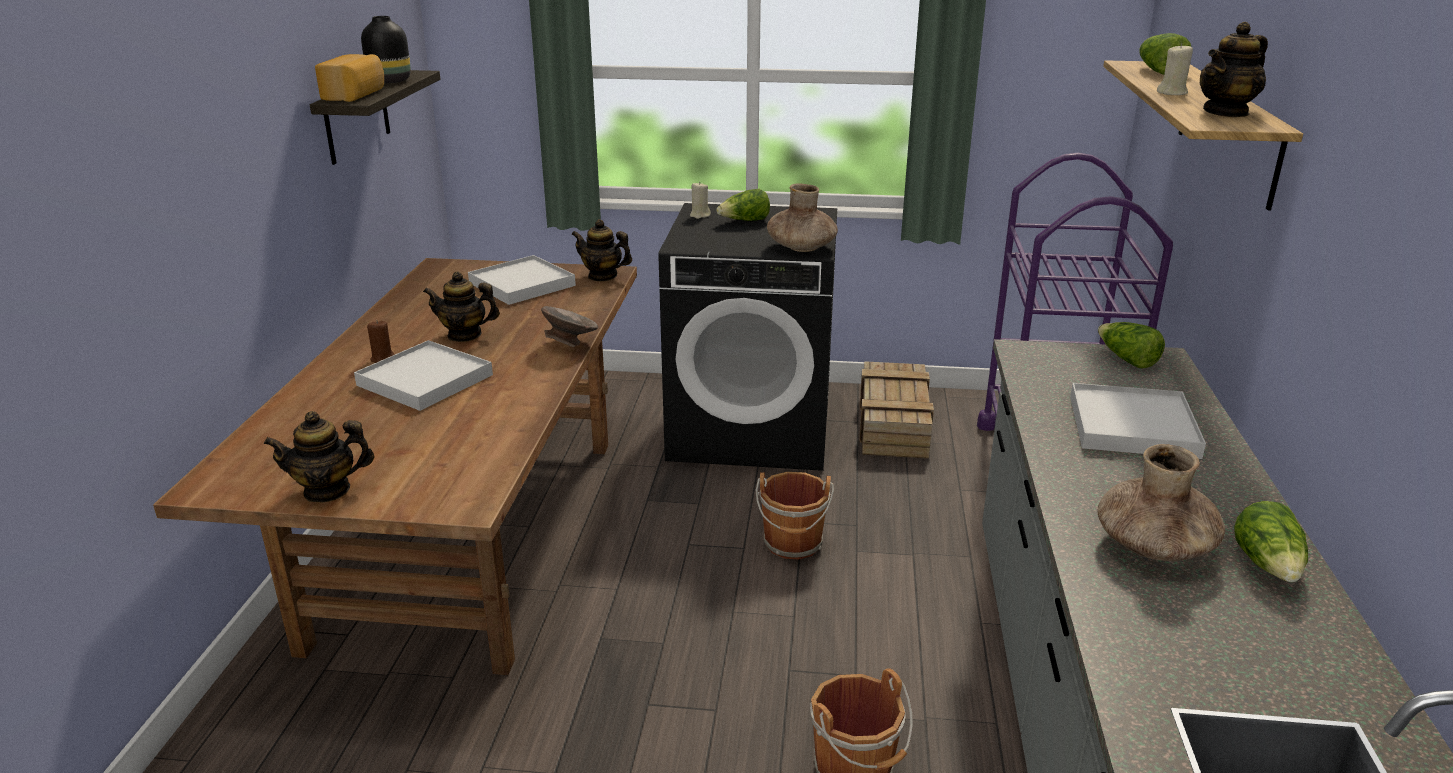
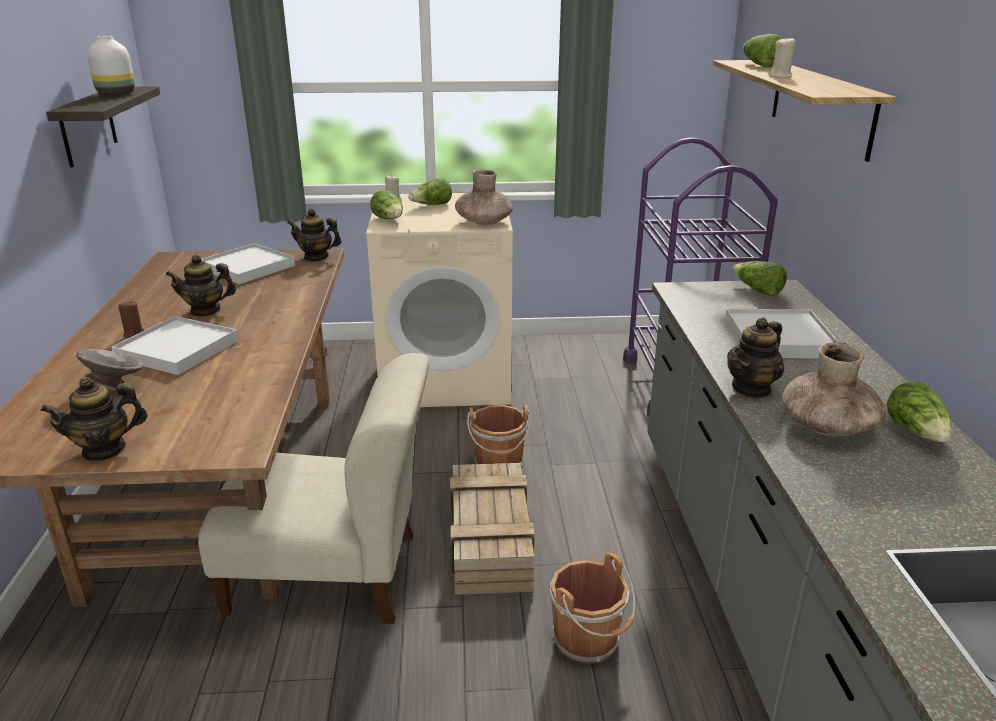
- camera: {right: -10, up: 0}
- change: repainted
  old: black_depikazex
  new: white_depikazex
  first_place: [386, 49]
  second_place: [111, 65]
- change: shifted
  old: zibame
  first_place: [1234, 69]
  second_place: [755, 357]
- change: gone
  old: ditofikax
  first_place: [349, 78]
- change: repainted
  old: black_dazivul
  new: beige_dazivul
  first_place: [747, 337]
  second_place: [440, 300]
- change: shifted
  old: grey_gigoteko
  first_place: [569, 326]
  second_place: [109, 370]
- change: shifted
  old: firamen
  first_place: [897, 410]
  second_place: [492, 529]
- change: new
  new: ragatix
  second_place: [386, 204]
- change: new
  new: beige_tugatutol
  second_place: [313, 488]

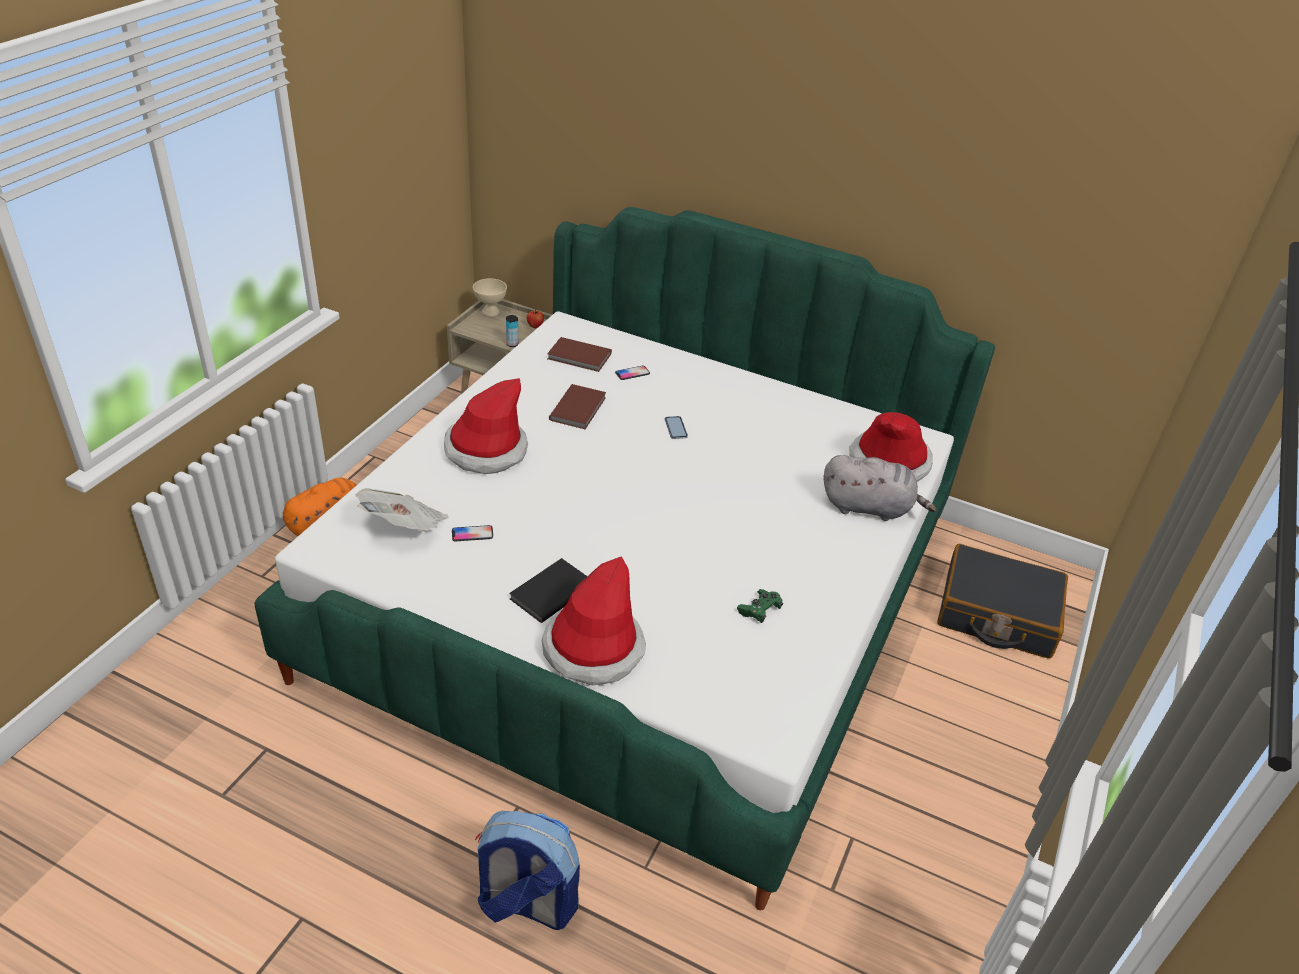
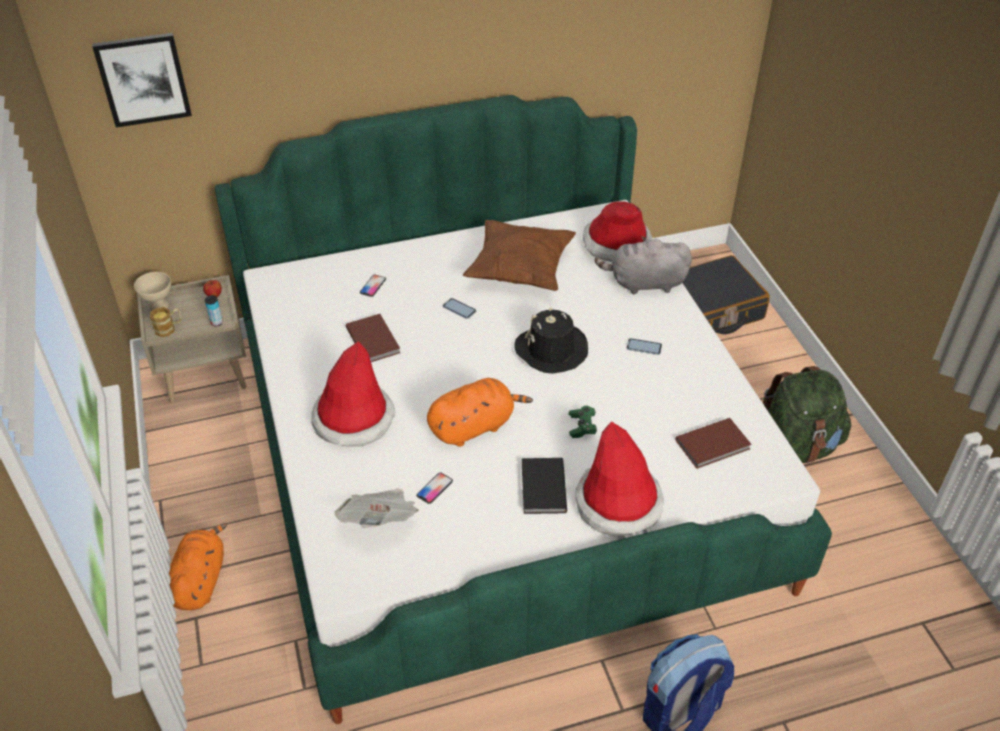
- camera: {right: -40, up: 5}
- change: shifted
  old: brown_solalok
  first_place: [579, 354]
  second_place: [714, 443]
- change: rotated
  old: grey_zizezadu
  first_place: [880, 488]
  second_place: [643, 265]
  degrees: -150
- change: shifted
  old: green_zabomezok
  first_place: [760, 606]
  second_place: [583, 422]
- change: new
  new: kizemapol
  second_place: [142, 80]
- change: new
  new: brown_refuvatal
  second_place: [519, 255]
- change: new
  new: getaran
  second_place: [165, 322]
- change: new
  new: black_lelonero
  second_place: [551, 340]
- change: new
  new: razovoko
  second_place: [644, 346]
- change: new
  new: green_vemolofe
  second_place: [807, 414]
- change: new
  new: orange_zizezadu
  second_place: [480, 412]

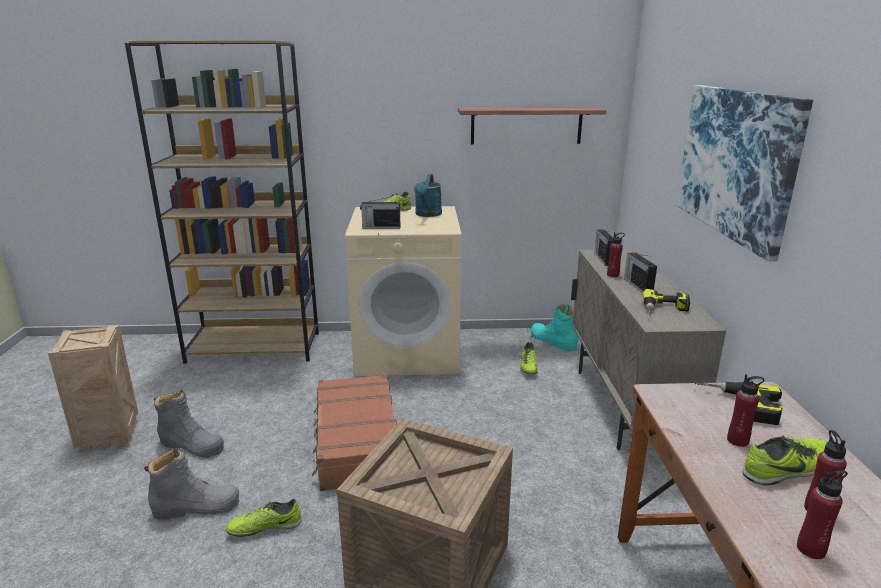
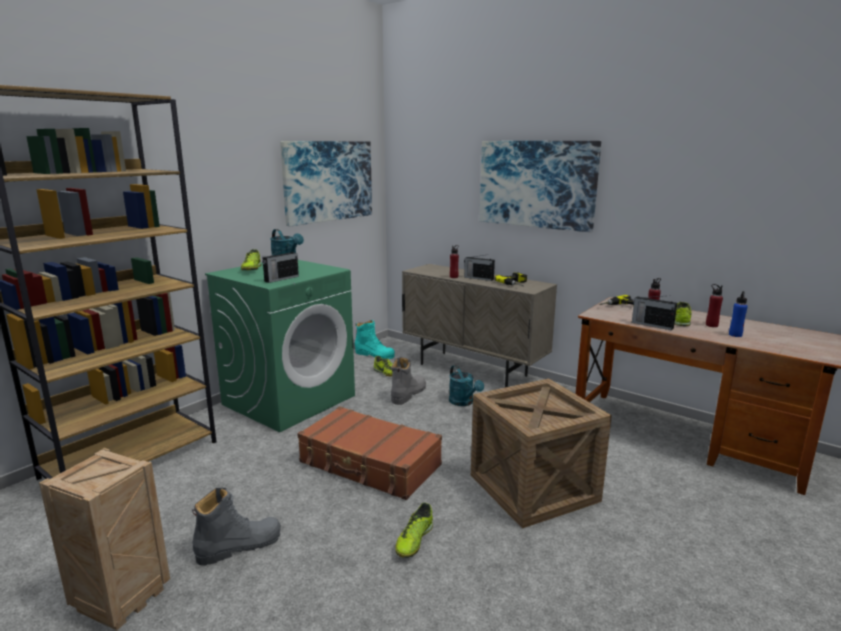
- camera: {right: -50, up: -5}
- change: swapped
  old: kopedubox
  new: kizemapol
  first_place: [532, 125]
  second_place: [326, 183]
- change: repainted
  old: beige_dazivul
  new: green_dazivul
  first_place: [403, 291]
  second_place: [280, 346]
- change: shifted
  old: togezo
  first_place: [604, 248]
  second_place: [654, 312]
- change: rotated
  old: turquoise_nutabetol
  first_place: [554, 327]
  second_place: [375, 339]
  degrees: -150
- change: shifted
  old: grey_nutabetol
  first_place: [191, 484]
  second_place: [408, 381]
- change: repainted
  old: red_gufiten
  new: blue_gufiten
  first_place: [822, 514]
  second_place: [738, 314]
- change: new
  new: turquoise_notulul
  second_place: [466, 385]

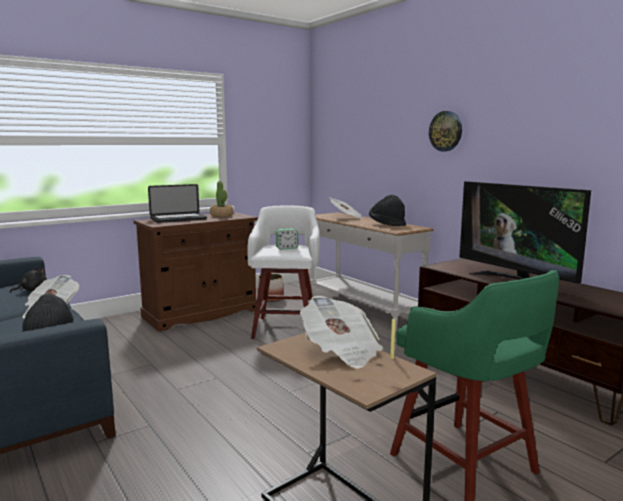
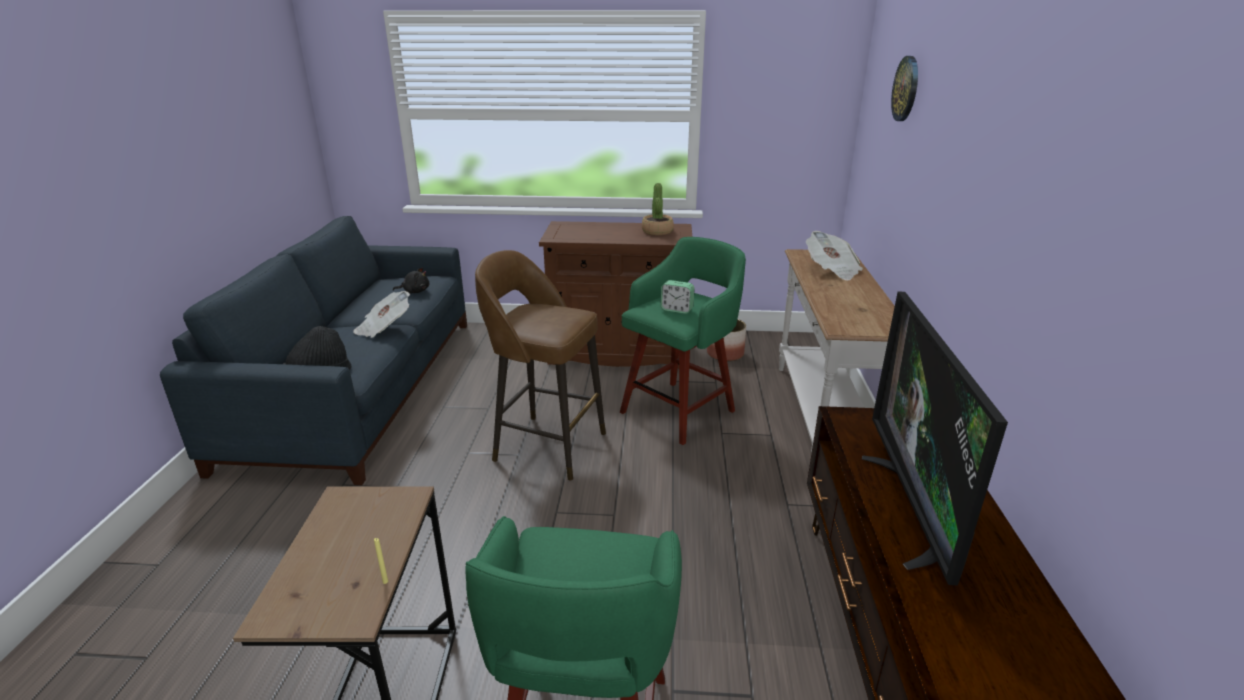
- camera: {right: 40, up: 15}
- change: shifted
  old: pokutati
  first_place: [445, 131]
  second_place: [904, 88]
- change: gone
  old: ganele
  first_place: [177, 203]
- change: gone
  old: black_lelonero
  first_place: [387, 211]
- change: repainted
  old: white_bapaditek
  new: green_bapaditek
  first_place: [283, 272]
  second_place: [683, 341]
- change: gone
  old: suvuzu
  first_place: [341, 332]
- change: new
  new: brown_bapaditek
  second_place: [540, 365]

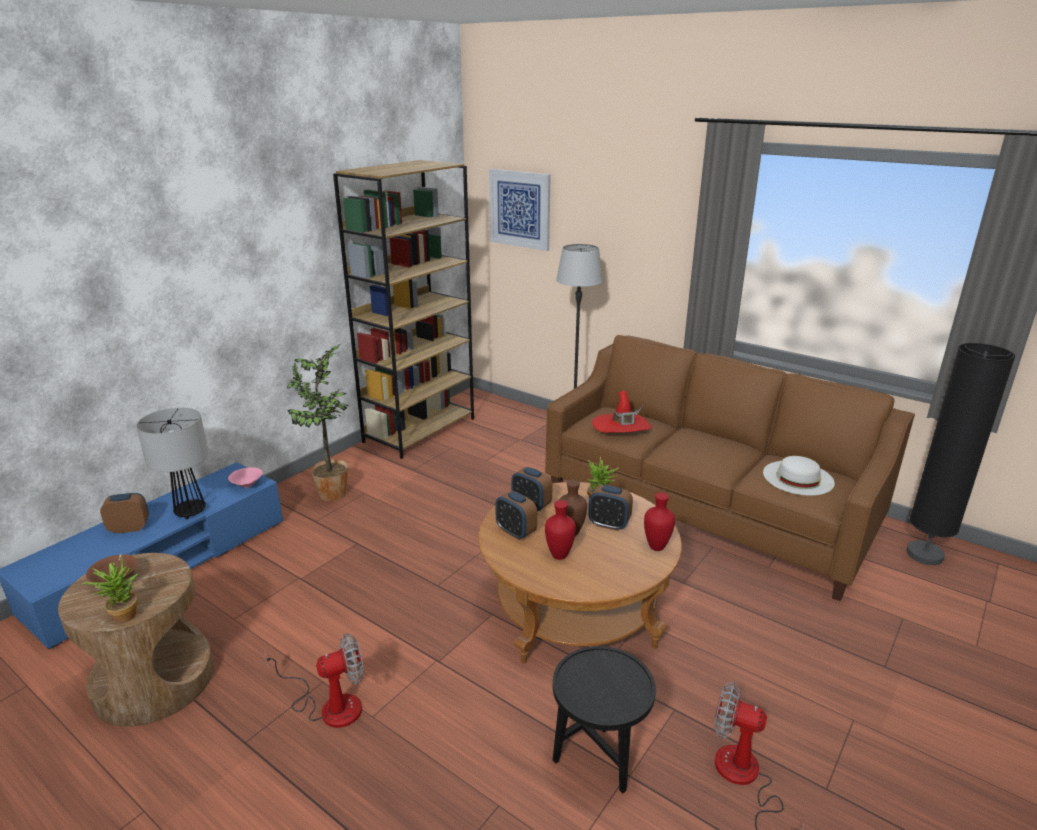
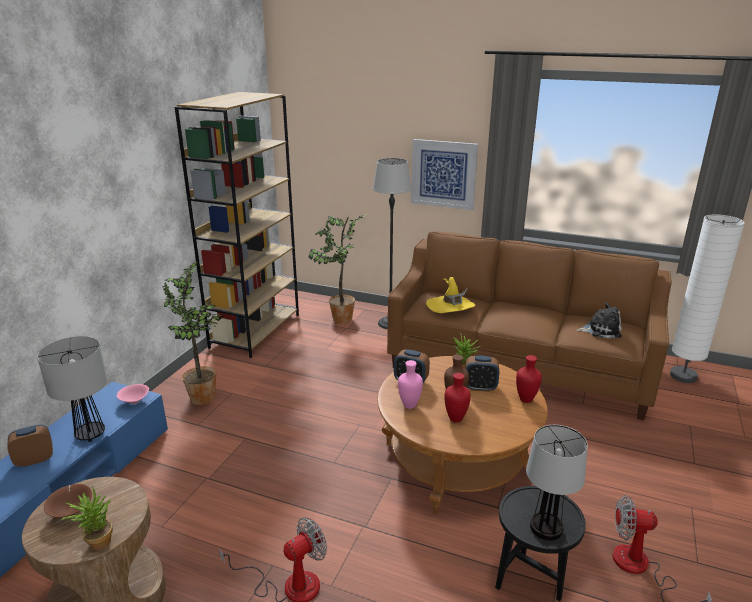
- camera: {right: -15, up: 0}
- change: shifted
  old: kizemapol
  first_place: [520, 210]
  second_place: [444, 174]
- change: repainted
  old: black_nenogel
  new: white_nenogel
  first_place: [961, 454]
  second_place: [707, 299]
- change: repainted
  old: red_lelonero
  new: yellow_lelonero
  first_place: [622, 412]
  second_place: [450, 295]
- change: swapped
  old: white_lelonero
  new: zizezadu
  first_place: [799, 476]
  second_place: [599, 320]
- change: swapped
  old: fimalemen
  new: pink_depikazex
  first_place: [516, 515]
  second_place: [410, 384]
- change: new
  new: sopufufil
  second_place: [337, 269]
- change: new
  new: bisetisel
  second_place: [557, 483]

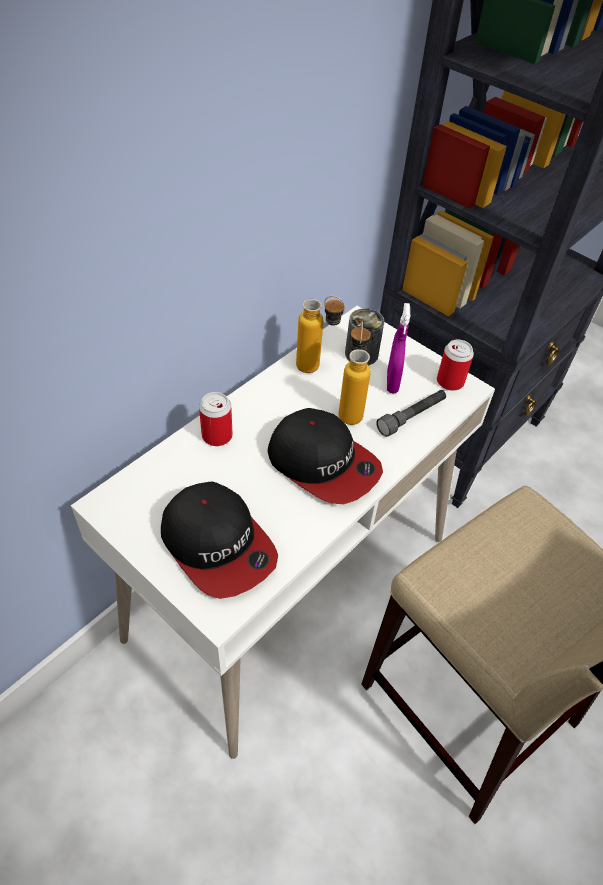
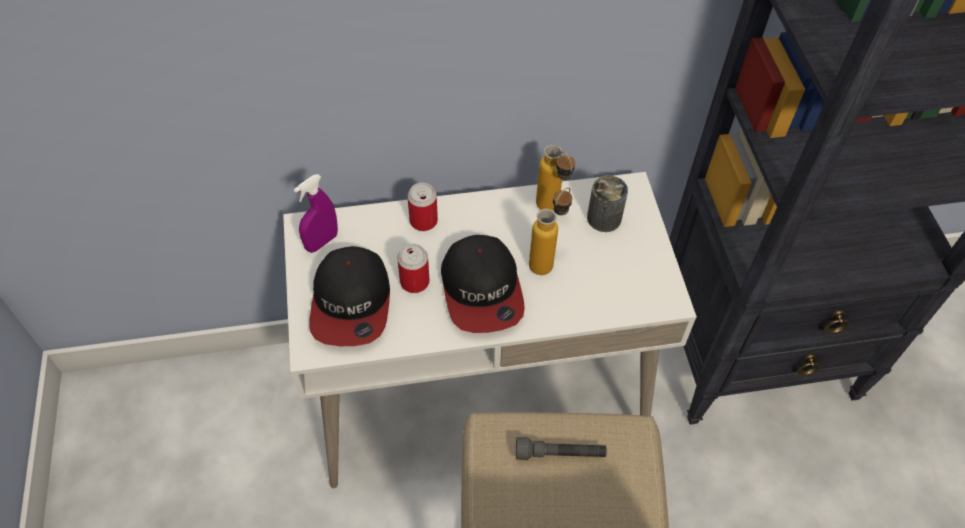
- camera: {right: 40, up: 5}
- change: shifted
  old: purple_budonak
  first_place: [398, 348]
  second_place: [316, 213]
- change: shifted
  old: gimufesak
  first_place: [455, 365]
  second_place: [413, 268]
- change: shifted
  old: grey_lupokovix
  first_place: [411, 413]
  second_place: [561, 448]

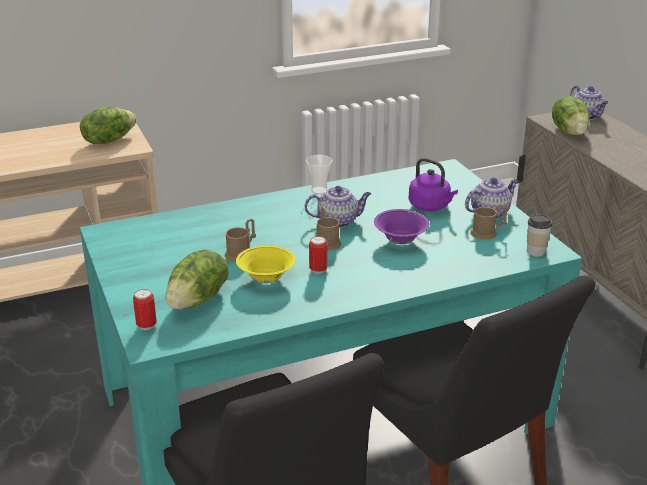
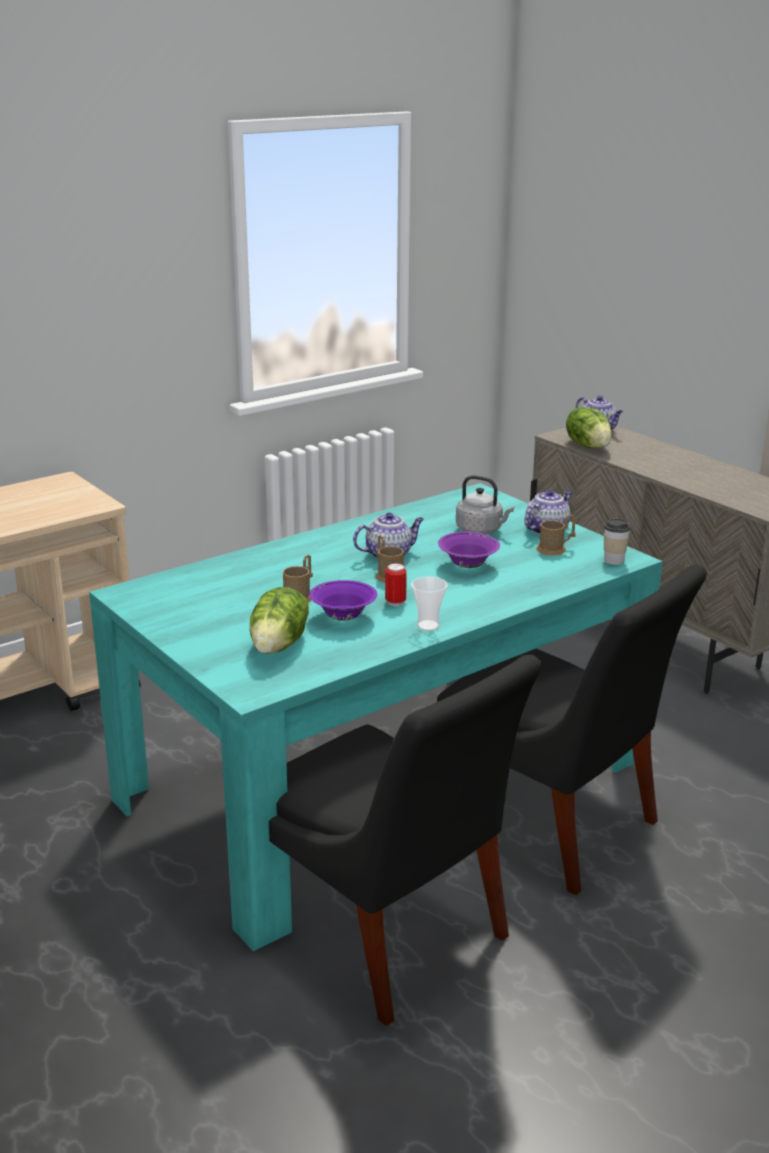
- camera: {right: -15, up: -5}
- change: gone
  old: ragatix
  first_place: [108, 125]
- change: shifted
  old: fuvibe
  first_place: [319, 174]
  second_place: [429, 604]
- change: repainted
  old: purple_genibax
  new: grey_genibax
  first_place: [433, 184]
  second_place: [485, 504]
- change: repainted
  old: yellow_gigoteko
  new: purple_gigoteko
  first_place: [266, 264]
  second_place: [343, 600]
- change: gone
  old: gimufesak
  first_place: [145, 309]

